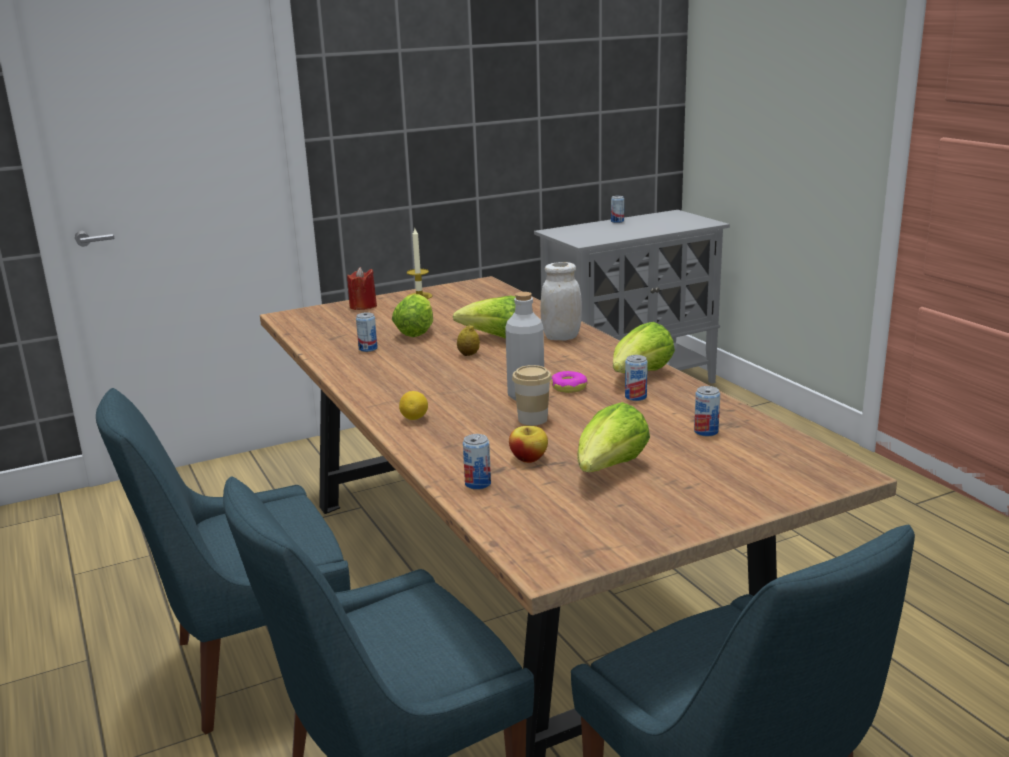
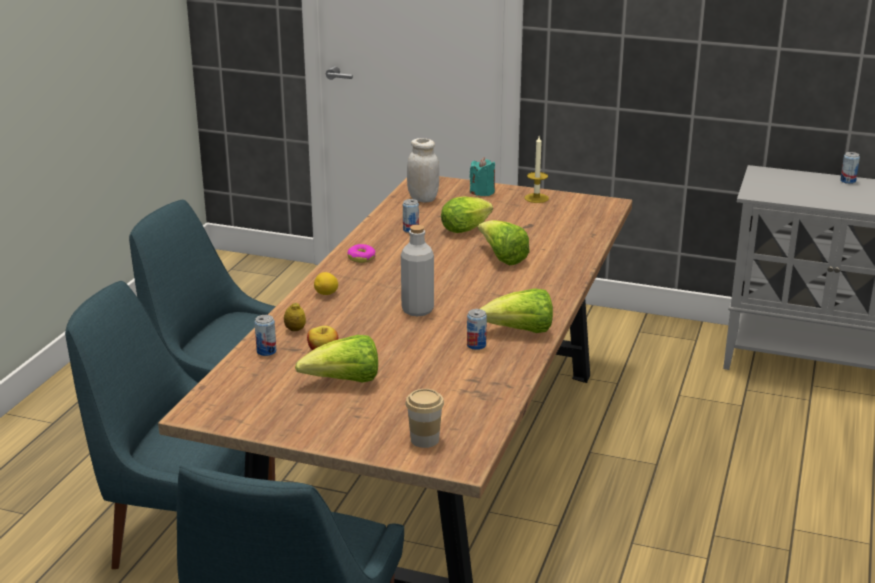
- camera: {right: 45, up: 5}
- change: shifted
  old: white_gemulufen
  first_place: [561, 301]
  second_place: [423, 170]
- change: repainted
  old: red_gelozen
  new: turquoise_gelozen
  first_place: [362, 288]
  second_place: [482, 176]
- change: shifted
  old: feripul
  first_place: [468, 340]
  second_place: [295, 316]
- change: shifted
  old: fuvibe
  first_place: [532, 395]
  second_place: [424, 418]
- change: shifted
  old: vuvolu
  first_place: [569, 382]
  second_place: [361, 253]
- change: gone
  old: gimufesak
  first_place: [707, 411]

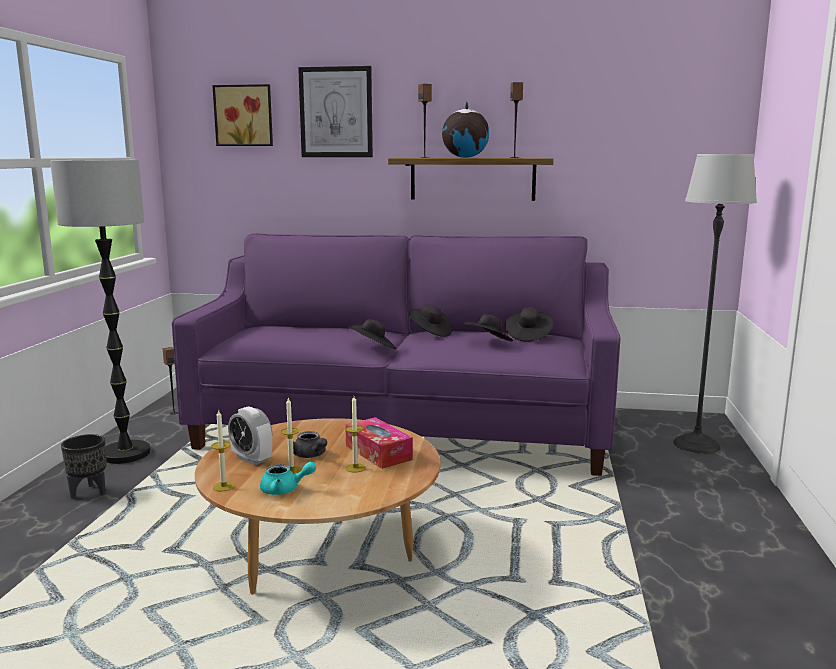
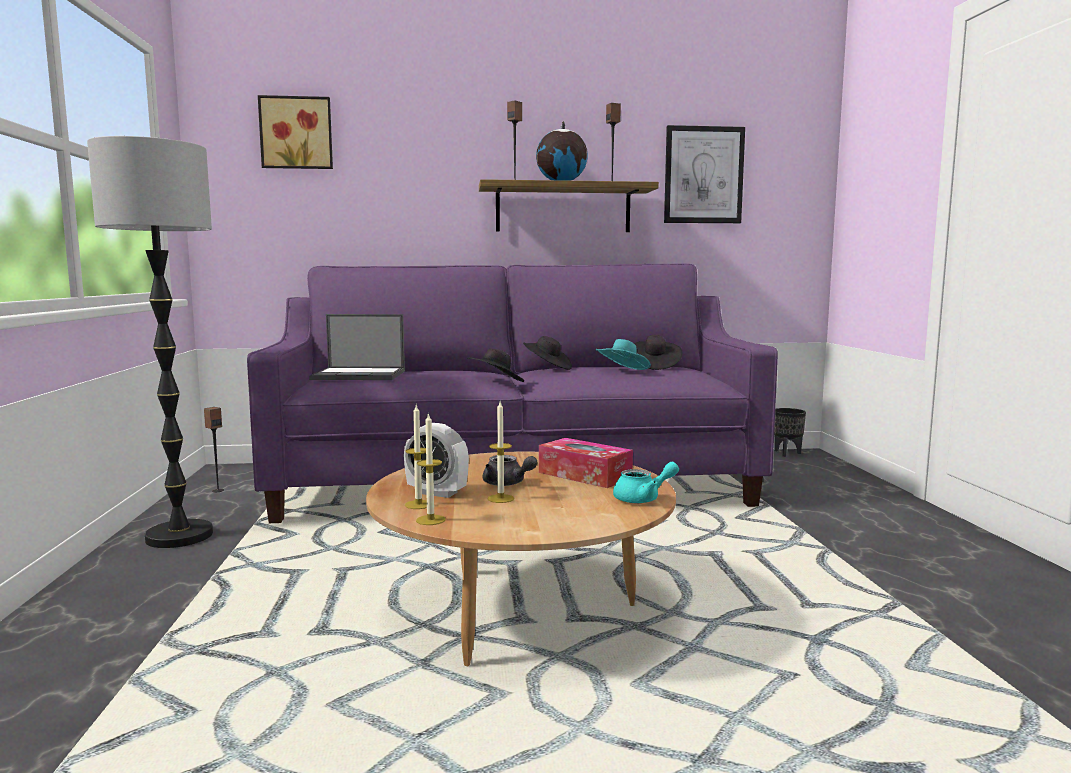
- camera: {right: -15, up: -5}
- change: shifted
  old: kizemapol
  first_place: [335, 111]
  second_place: [704, 174]
- change: gone
  old: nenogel
  first_place: [715, 304]
- change: repainted
  old: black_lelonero
  new: turquoise_lelonero
  first_place: [488, 328]
  second_place: [623, 354]
- change: shifted
  old: gelozen
  first_place: [355, 434]
  second_place: [416, 457]
- change: shifted
  old: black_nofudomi
  first_place: [84, 466]
  second_place: [790, 432]
- change: shifted
  old: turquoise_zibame
  first_place: [288, 478]
  second_place: [646, 482]
- change: new
  new: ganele
  second_place: [357, 347]

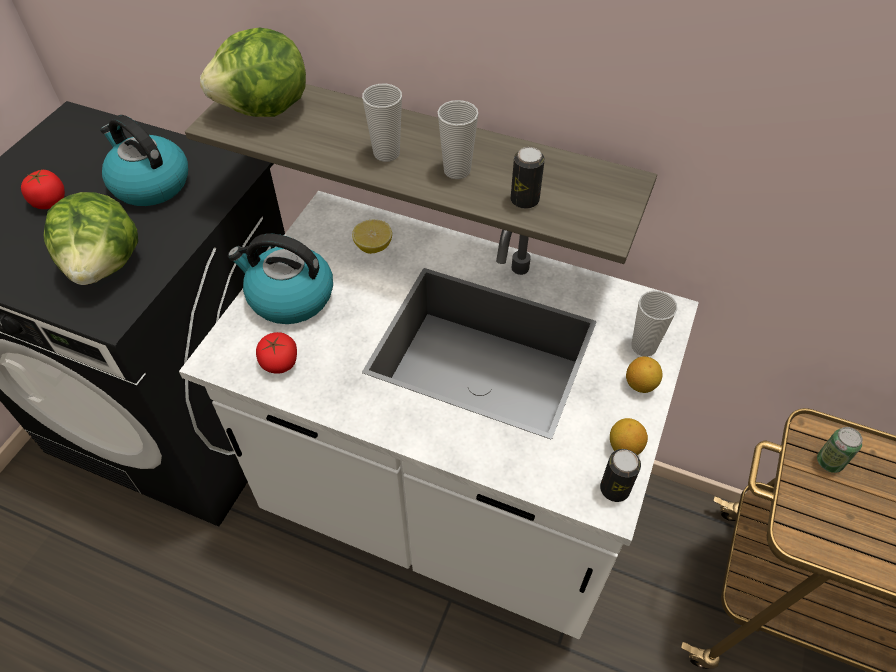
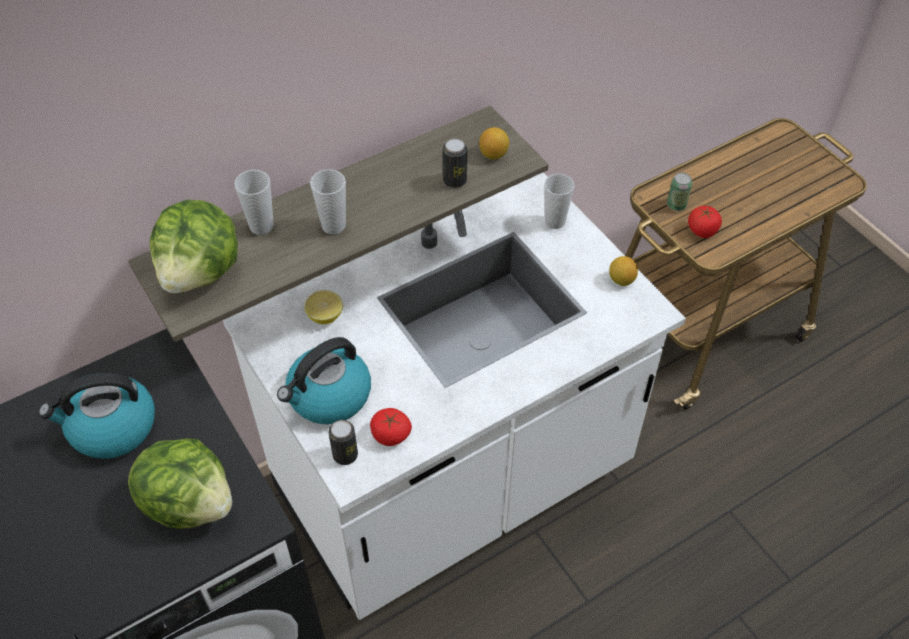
- camera: {right: -55, up: 0}
- change: shifted
  old: fuvibe
  first_place: [458, 139]
  second_place: [254, 202]
- change: shifted
  old: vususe
  first_place: [43, 189]
  second_place: [705, 222]
- change: shifted
  old: feripul
  first_place: [644, 374]
  second_place: [494, 143]
- change: shifted
  old: gimufesak
  first_place: [620, 475]
  second_place: [343, 442]

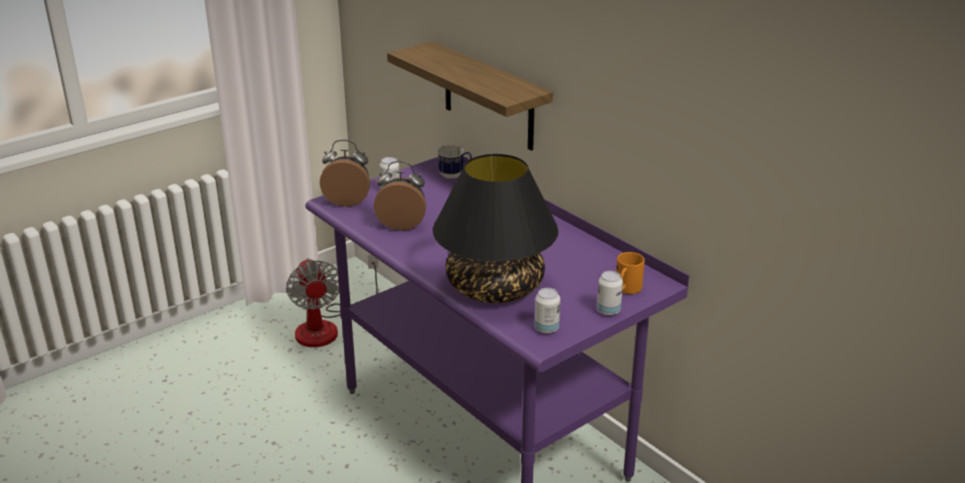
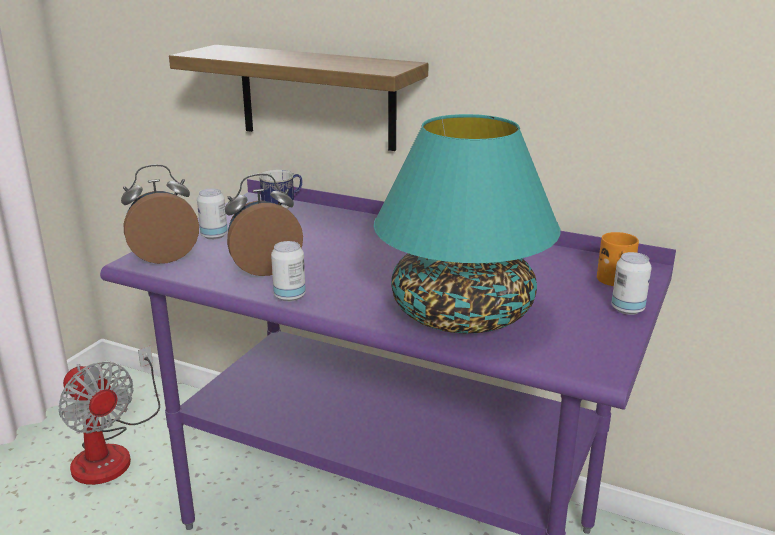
- camera: {right: -25, up: -5}
- change: repainted
  old: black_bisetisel
  new: turquoise_bisetisel
  first_place: [496, 228]
  second_place: [467, 224]
- change: shifted
  old: gimufesak
  first_place: [547, 311]
  second_place: [288, 271]

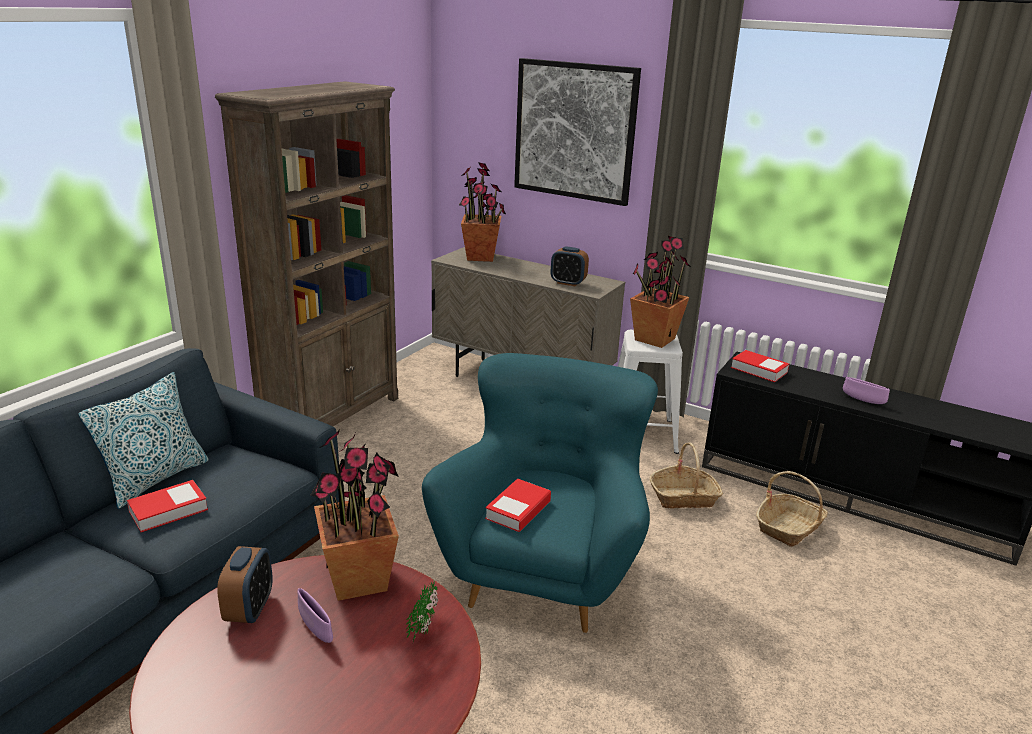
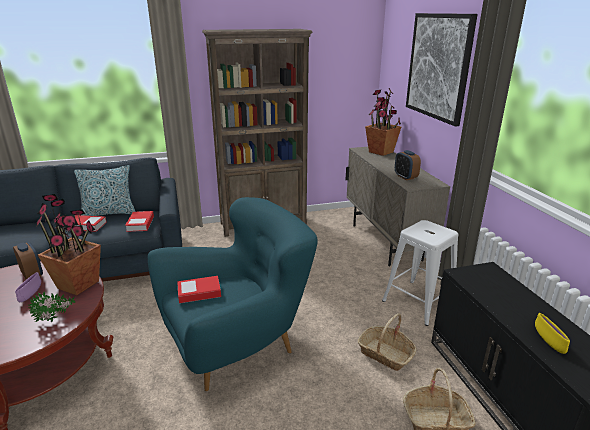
- camera: {right: 45, up: 0}
- change: gone
  old: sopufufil
  first_place: [660, 292]
- change: shifted
  old: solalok
  first_place: [760, 366]
  second_place: [139, 221]
- change: repainted
  old: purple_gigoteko
  new: yellow_gigoteko
  first_place: [866, 390]
  second_place: [552, 333]
- change: rotated
  old: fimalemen
  first_place: [245, 584]
  second_place: [28, 261]
  degrees: -90

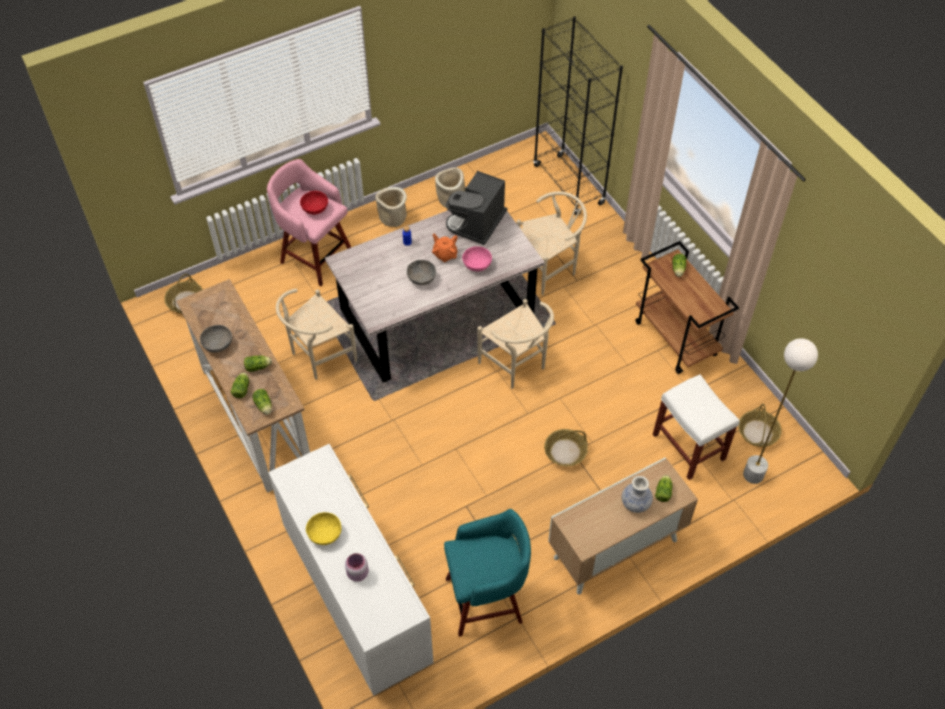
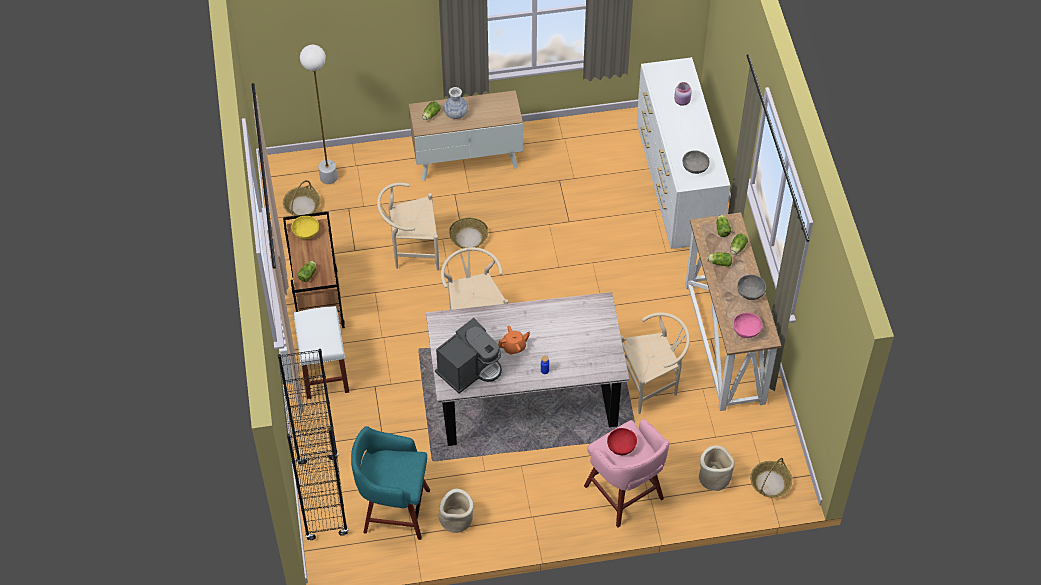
- camera: {right: -160, up: 0}
- change: shifted
  old: beige_nofudomi
  first_place: [391, 207]
  second_place: [717, 468]
- change: shifted
  old: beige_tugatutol
  first_place: [552, 243]
  second_place: [408, 227]
- change: rotated
  old: orange_zibame
  first_place: [445, 248]
  second_place: [514, 340]
  degrees: -90
- change: shifted
  old: pink_gigoteko
  first_place: [477, 259]
  second_place: [748, 325]
- change: shifted
  old: grey_gigoteko
  first_place: [421, 272]
  second_place: [696, 162]
- change: shifted
  old: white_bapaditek
  first_place: [696, 427]
  second_place: [321, 352]
- change: shifted
  old: turquoise_bapaditek
  first_place: [487, 573]
  second_place: [390, 483]
- change: shifted
  old: yellow_gigoteko
  first_place: [324, 528]
  second_place: [305, 227]

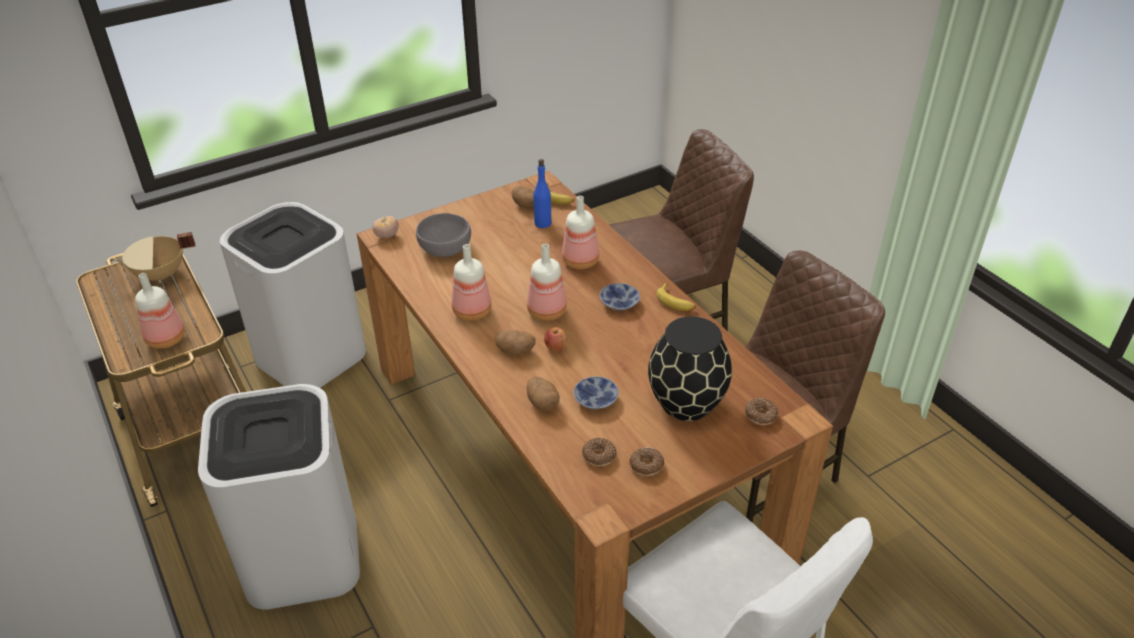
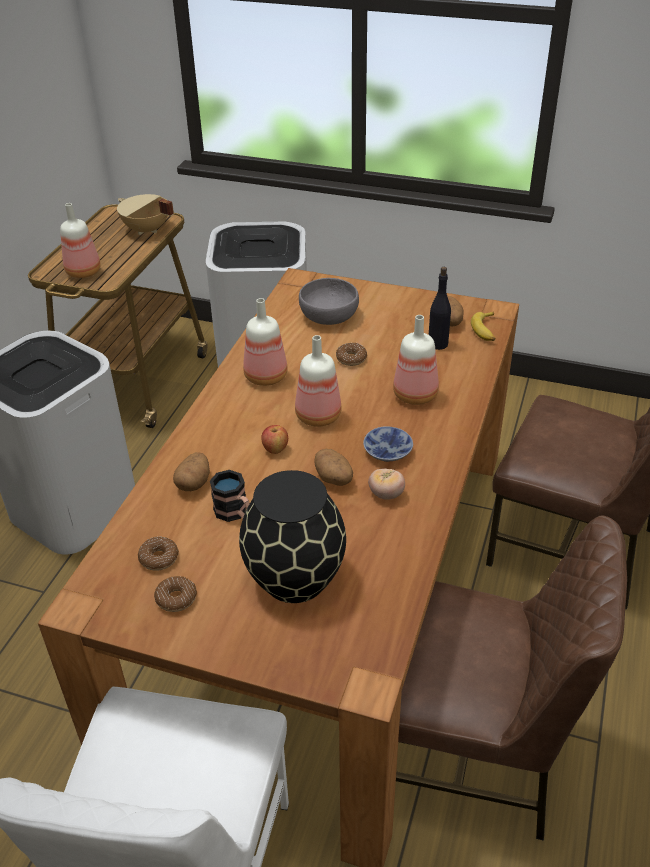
- camera: {right: 50, up: 0}
- change: repainted
  old: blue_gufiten
  new: black_gufiten
  first_place: [542, 193]
  second_place: [440, 308]
- change: shifted
  old: vususe
  first_place: [385, 227]
  second_place: [386, 484]
- change: gone
  old: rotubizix
  first_place: [676, 296]
- change: shifted
  old: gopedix
  first_place: [515, 342]
  second_place: [333, 467]
- change: swapped
  old: gigoteko
  new: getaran
  first_place: [595, 392]
  second_place: [230, 496]
- change: shifted
  old: vuvolu
  first_place: [761, 411]
  second_place: [351, 354]

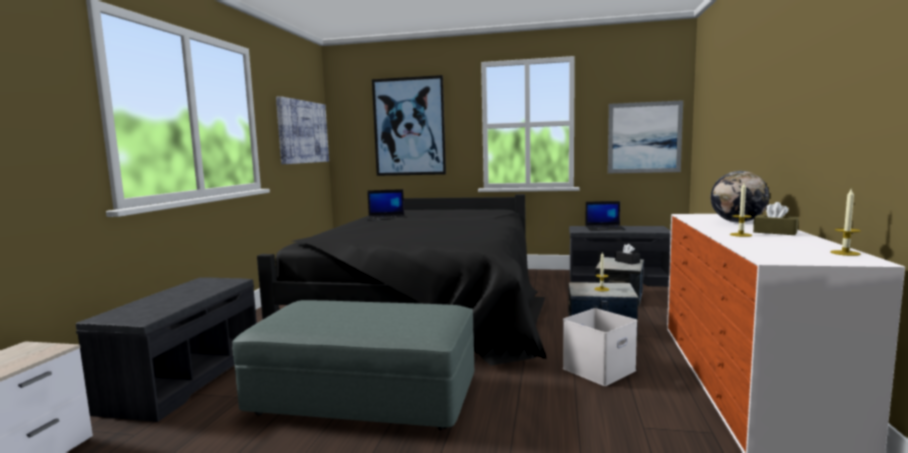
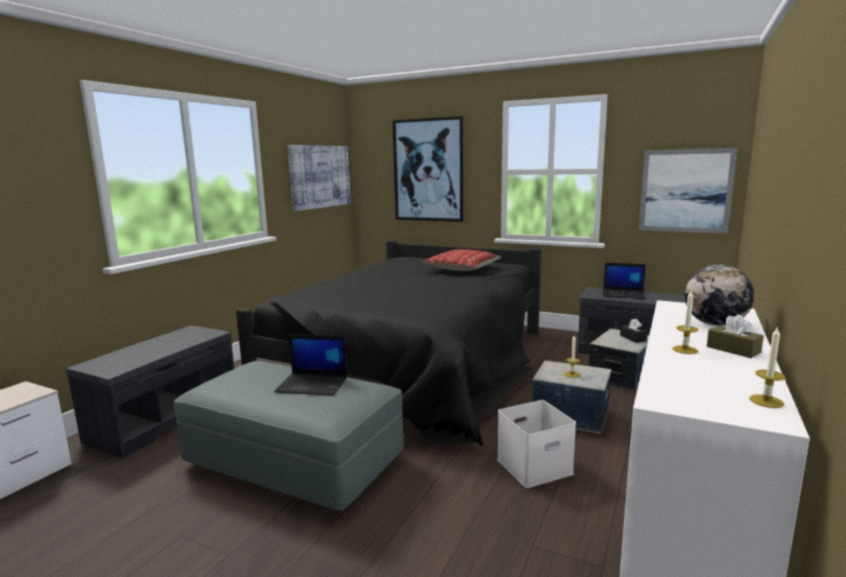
- camera: {right: 15, up: 5}
- change: shifted
  old: ganele
  first_place: [386, 205]
  second_place: [311, 365]
- change: new
  new: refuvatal
  second_place: [462, 260]

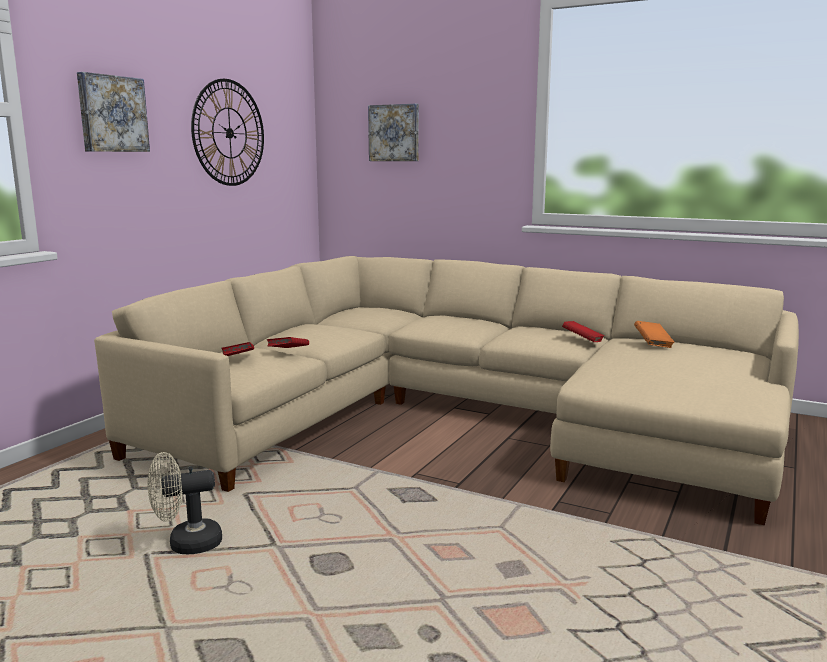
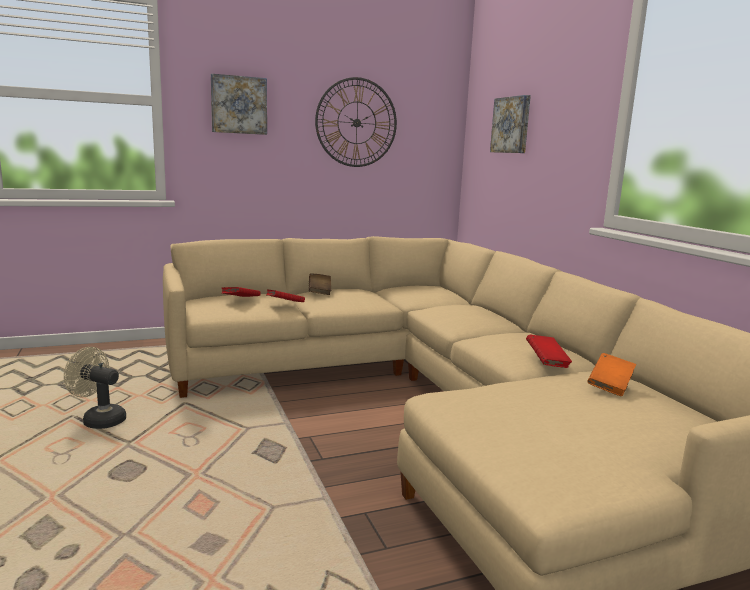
- camera: {right: 40, up: 0}
- change: new
  new: brown_solalok
  second_place: [320, 284]

